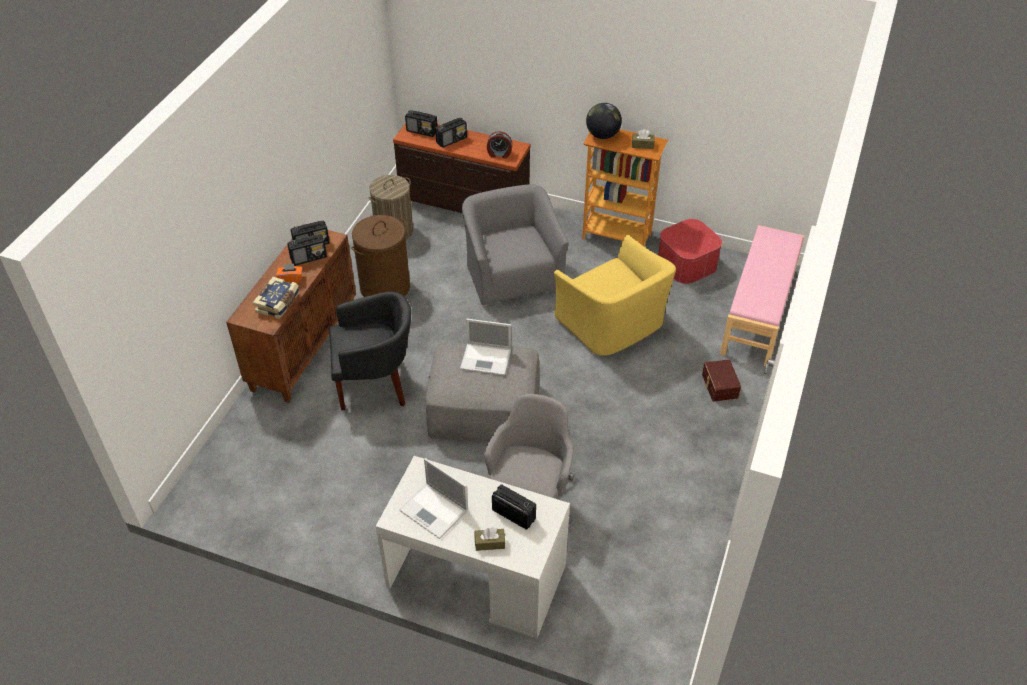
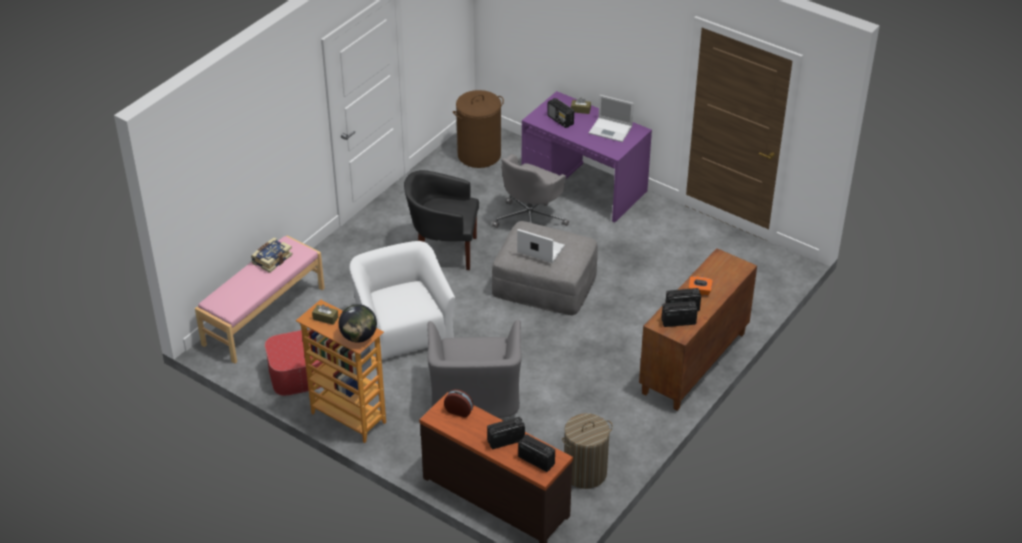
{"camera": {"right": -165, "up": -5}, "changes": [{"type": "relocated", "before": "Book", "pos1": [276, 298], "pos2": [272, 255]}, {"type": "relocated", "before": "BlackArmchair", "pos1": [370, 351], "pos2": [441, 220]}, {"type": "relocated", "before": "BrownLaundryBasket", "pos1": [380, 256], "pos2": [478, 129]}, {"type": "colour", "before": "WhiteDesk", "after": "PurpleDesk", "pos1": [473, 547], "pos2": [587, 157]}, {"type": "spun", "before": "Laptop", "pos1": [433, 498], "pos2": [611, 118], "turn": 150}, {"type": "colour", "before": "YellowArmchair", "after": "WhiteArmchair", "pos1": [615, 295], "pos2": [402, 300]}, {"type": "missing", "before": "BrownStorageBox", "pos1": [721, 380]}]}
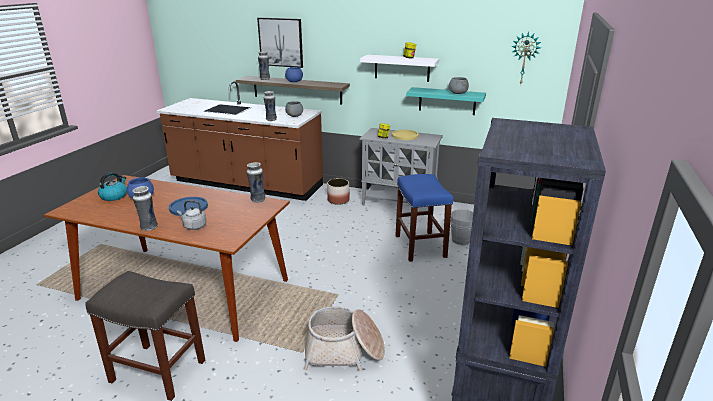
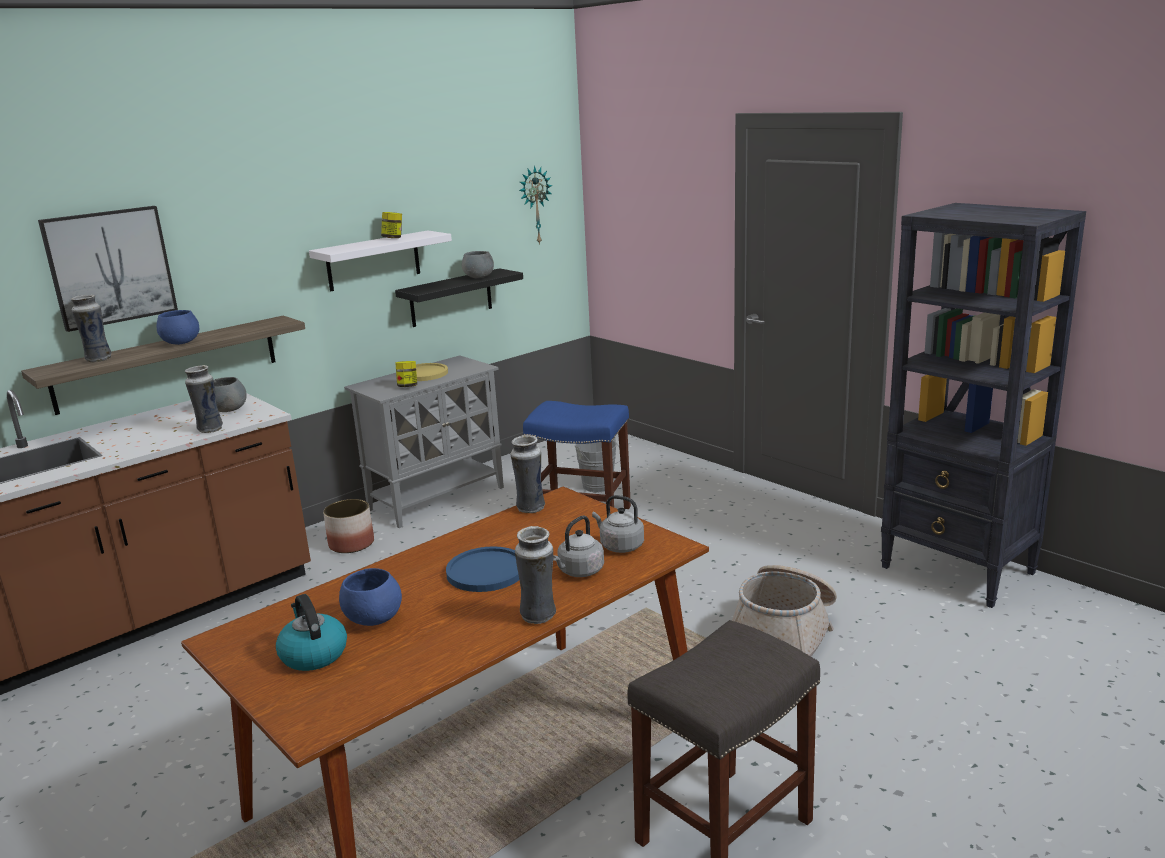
{"camera": {"right": -60, "up": -5}, "changes": [{"type": "colour", "before": "TurquoiseShelf", "after": "BlackShelf", "pos1": [446, 101], "pos2": [459, 297]}, {"type": "appeared", "after": "GreyKettle", "pos2": [618, 524]}]}
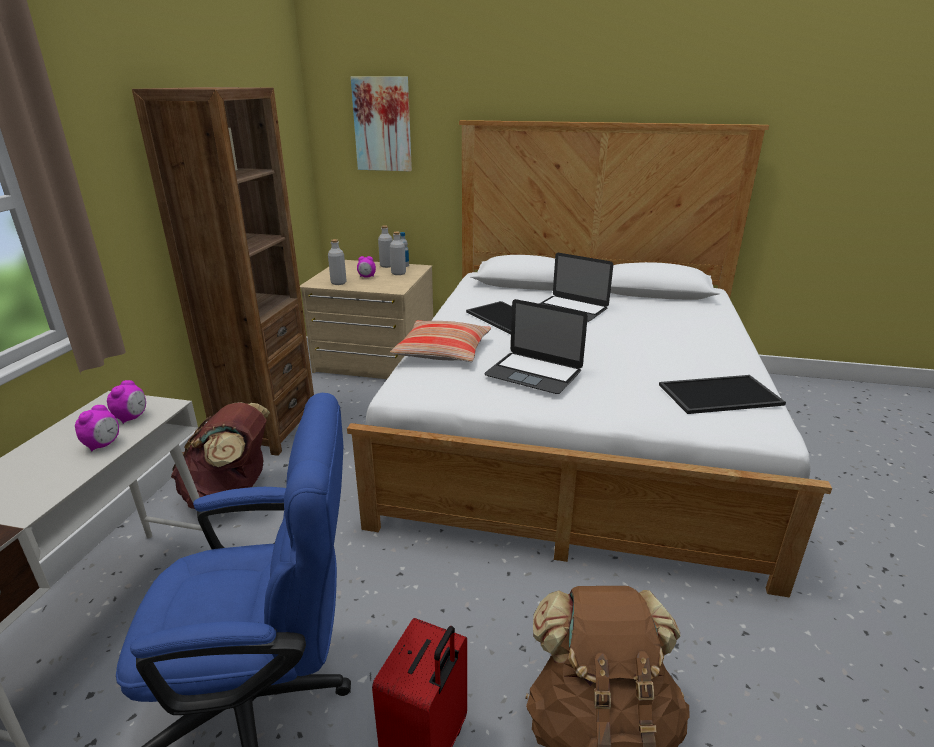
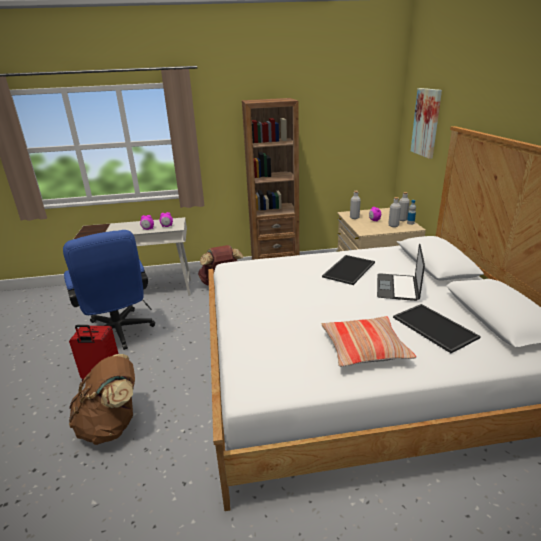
{"camera": {"right": 70, "up": 0}, "changes": [{"type": "relocated", "before": "Pillow", "pos1": [440, 341], "pos2": [369, 341]}, {"type": "missing", "before": "Laptop", "pos1": [536, 346]}, {"type": "relocated", "before": "Tray", "pos1": [722, 394], "pos2": [437, 328]}]}
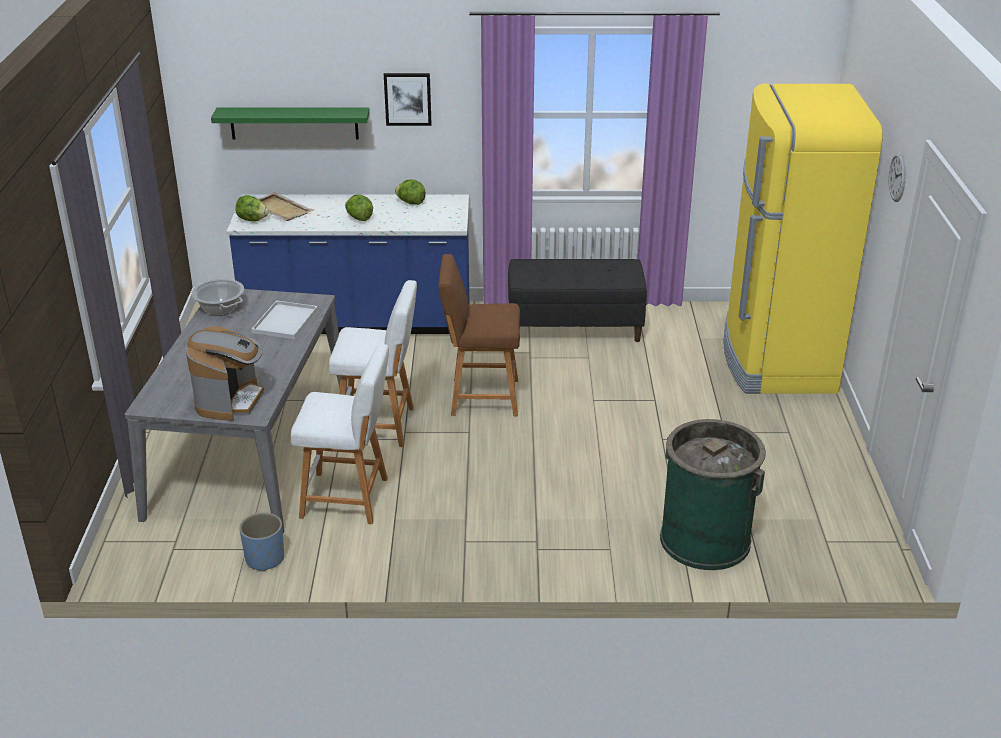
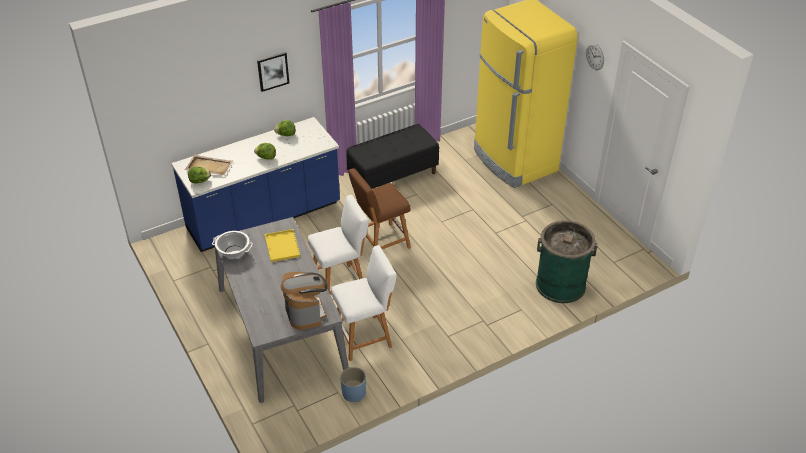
{"camera": {"right": -30, "up": 10}, "changes": [{"type": "missing", "before": "GreenShelf", "pos1": [290, 124]}, {"type": "colour", "before": "WhiteTray", "after": "YellowTray", "pos1": [284, 319], "pos2": [282, 245]}]}
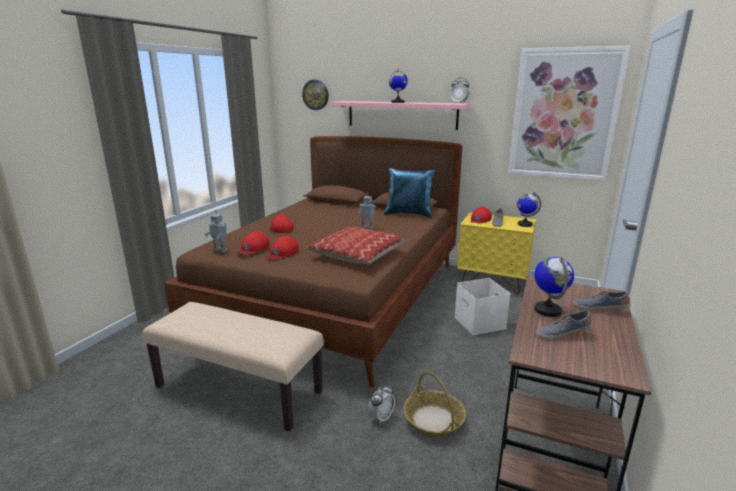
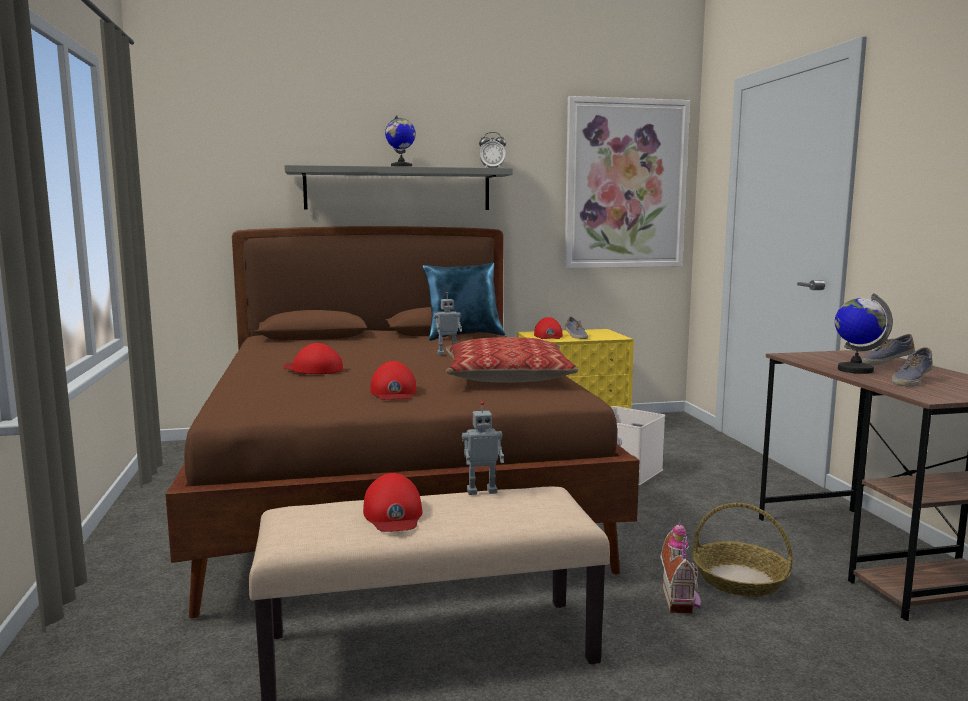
{"camera": {"right": -35, "up": -10}, "changes": [{"type": "relocated", "before": "ToyRobot", "pos1": [216, 231], "pos2": [483, 448]}, {"type": "relocated", "before": "RedCap", "pos1": [254, 243], "pos2": [392, 502]}, {"type": "missing", "before": "WallClock", "pos1": [315, 95]}, {"type": "colour", "before": "PinkShelf", "after": "GreyShelf", "pos1": [399, 115], "pos2": [398, 187]}, {"type": "exchanged", "before": "AlarmClock", "after": "ToyHouse", "pos1": [381, 404], "pos2": [680, 567]}, {"type": "missing", "before": "Globe", "pos1": [529, 209]}]}
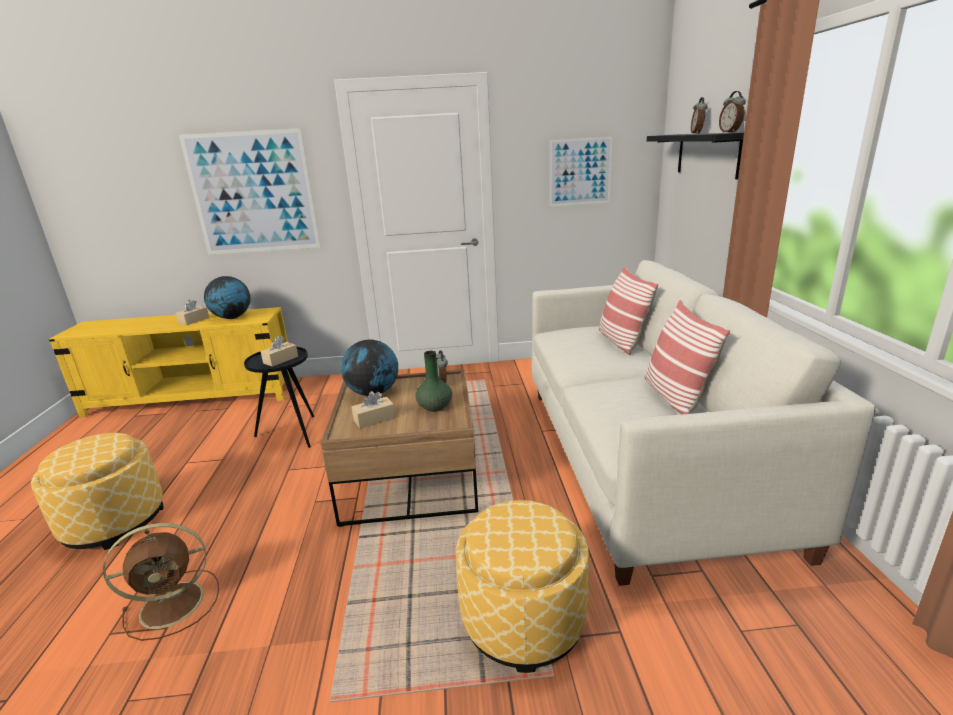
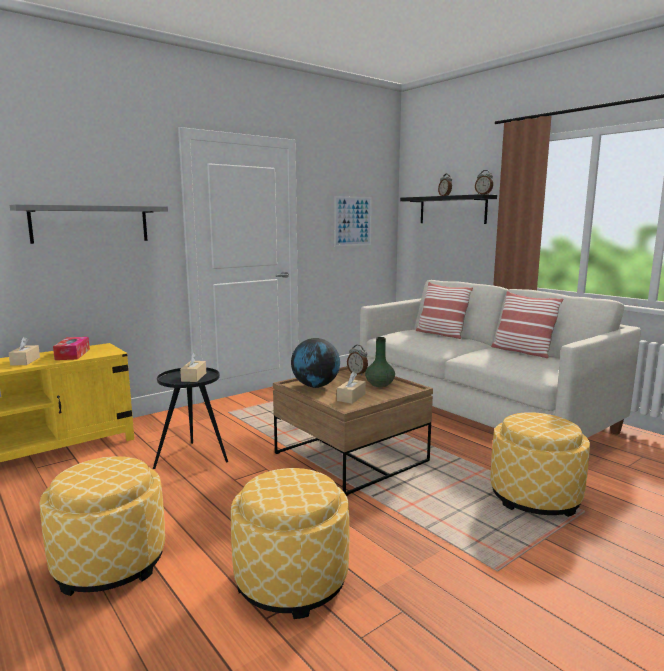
{"camera": {"right": -35, "up": -10}, "changes": [{"type": "exchanged", "before": "BrownFan", "after": "Ottoman", "pos1": [161, 582], "pos2": [290, 543]}, {"type": "exchanged", "before": "Picture", "after": "GreyShelf", "pos1": [250, 191], "pos2": [89, 224]}, {"type": "exchanged", "before": "Globe", "after": "TissueBox", "pos1": [227, 297], "pos2": [71, 348]}]}
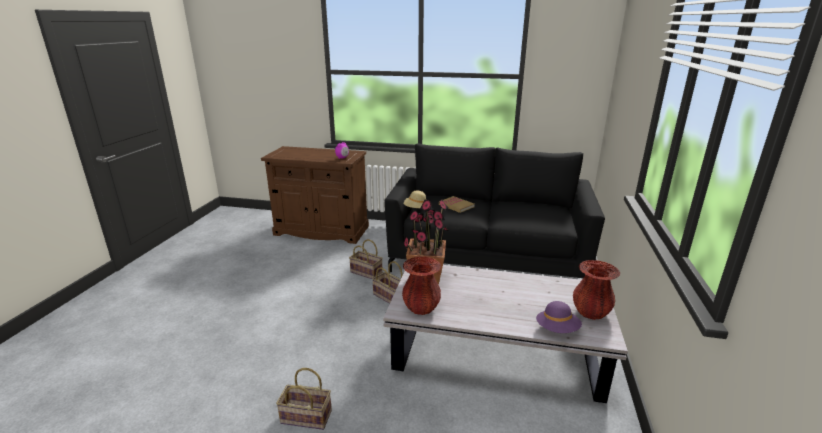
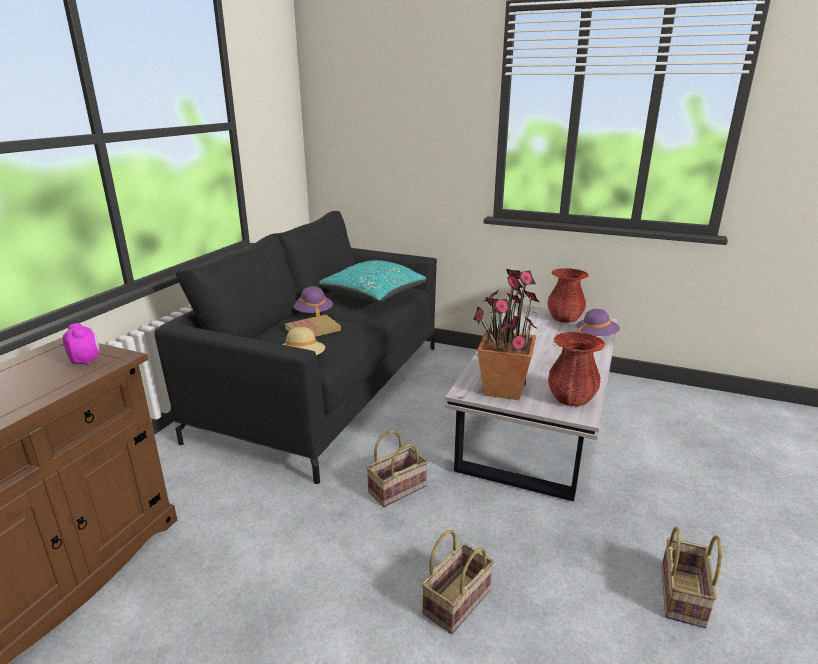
{"camera": {"right": -80, "up": 0}, "changes": [{"type": "relocated", "before": "Basket", "pos1": [366, 259], "pos2": [458, 582]}, {"type": "appeared", "after": "PurpleHat", "pos2": [313, 301]}, {"type": "appeared", "after": "TurquoisePillow", "pos2": [372, 281]}]}
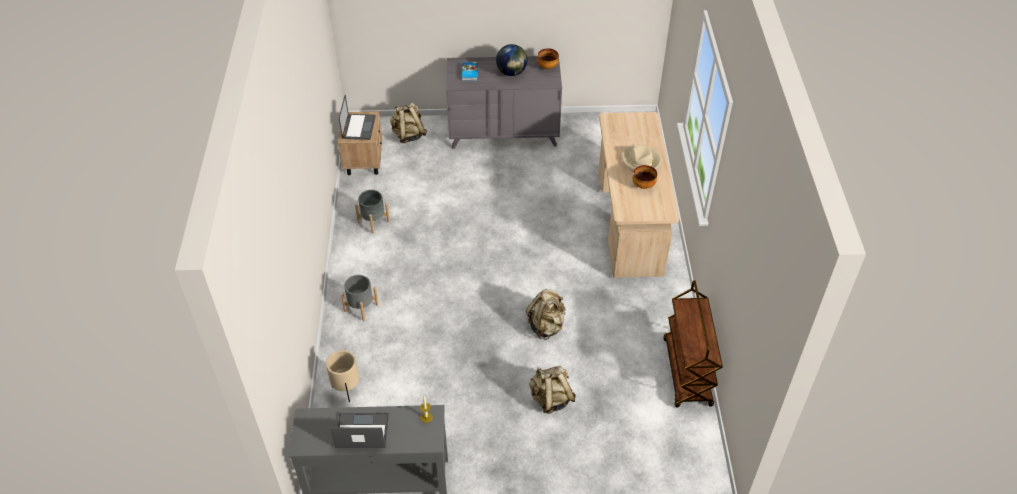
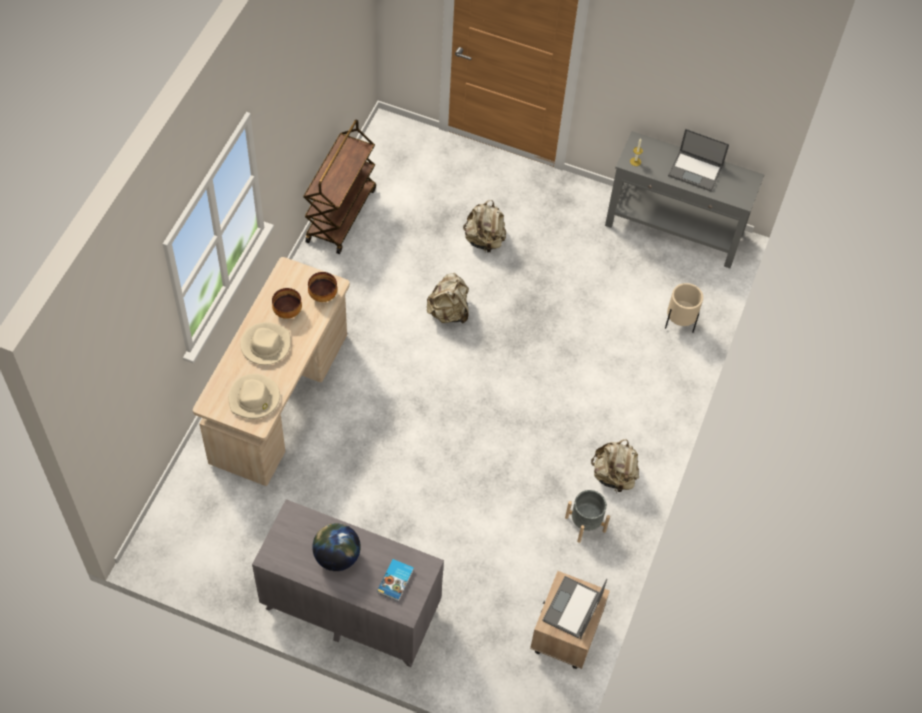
{"camera": {"right": -160, "up": 10}, "changes": [{"type": "missing", "before": "GreyPlanter", "pos1": [360, 298]}, {"type": "relocated", "before": "BeigeBackpack", "pos1": [408, 122], "pos2": [615, 466]}, {"type": "relocated", "before": "Bowl", "pos1": [548, 58], "pos2": [323, 287]}, {"type": "appeared", "after": "BeigeHat", "pos2": [254, 396]}]}
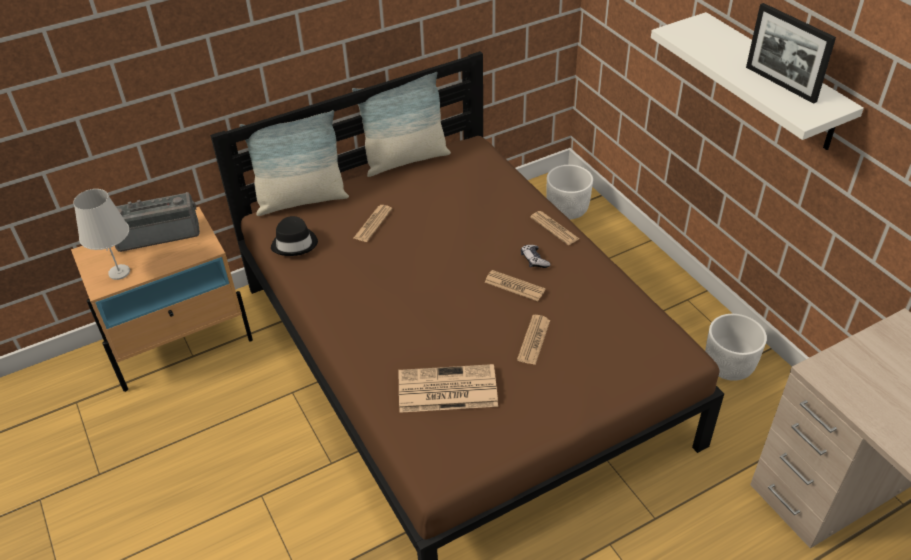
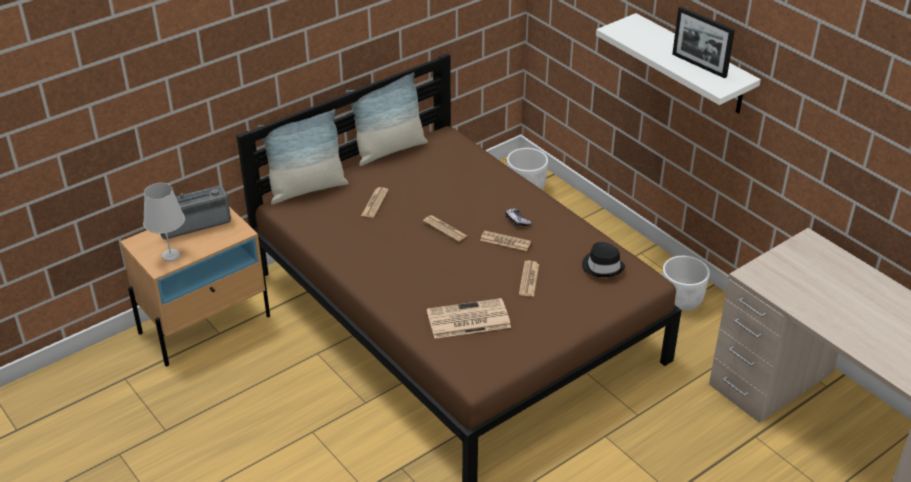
{"camera": {"right": -10, "up": -5}, "changes": [{"type": "relocated", "before": "BlackHat", "pos1": [294, 236], "pos2": [603, 259]}, {"type": "relocated", "before": "Newspaper", "pos1": [554, 228], "pos2": [445, 228]}]}
